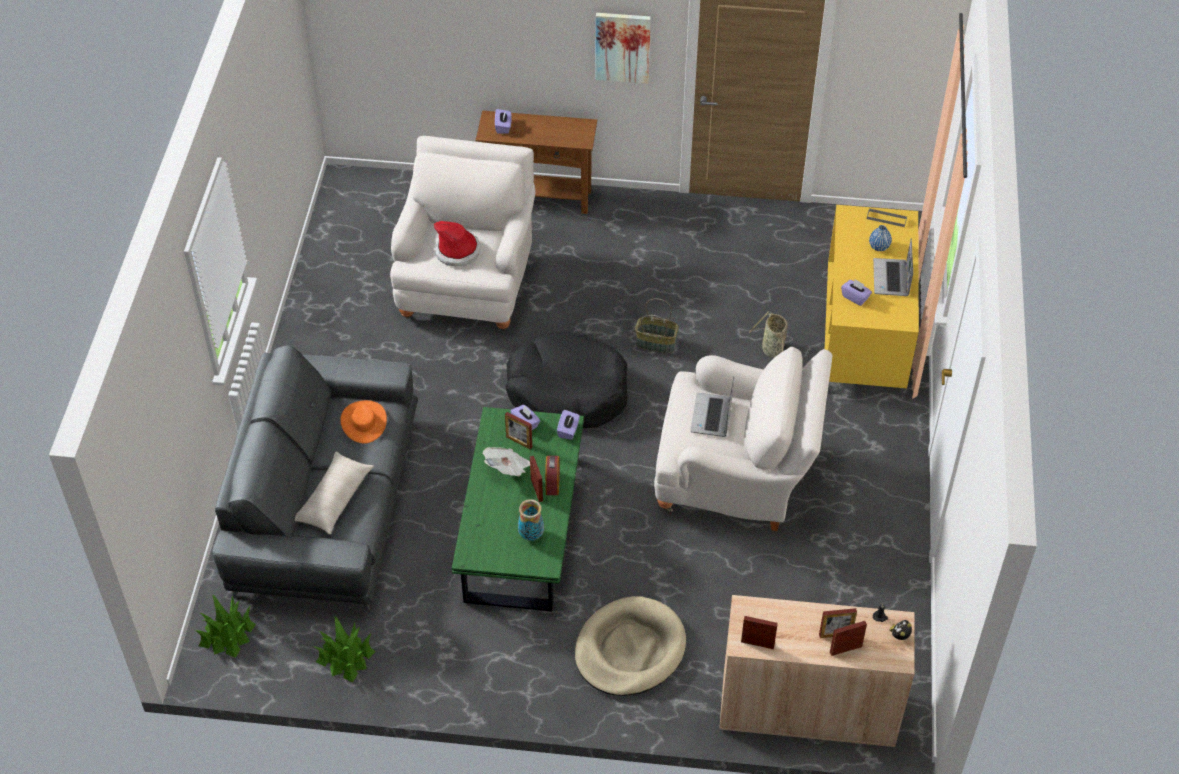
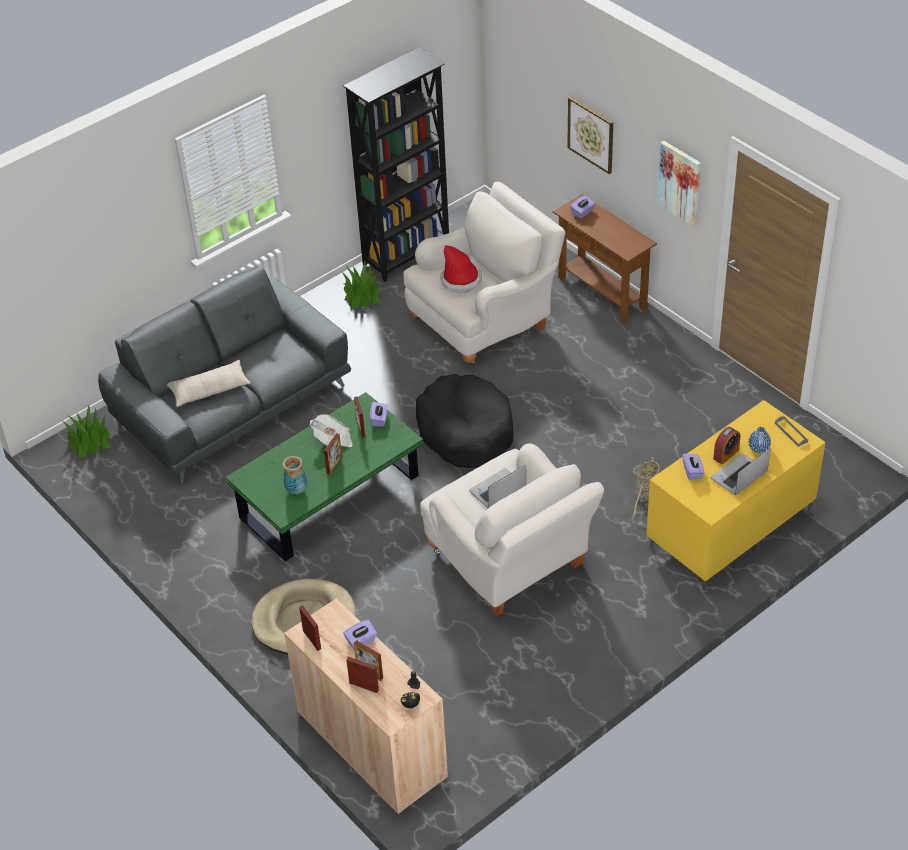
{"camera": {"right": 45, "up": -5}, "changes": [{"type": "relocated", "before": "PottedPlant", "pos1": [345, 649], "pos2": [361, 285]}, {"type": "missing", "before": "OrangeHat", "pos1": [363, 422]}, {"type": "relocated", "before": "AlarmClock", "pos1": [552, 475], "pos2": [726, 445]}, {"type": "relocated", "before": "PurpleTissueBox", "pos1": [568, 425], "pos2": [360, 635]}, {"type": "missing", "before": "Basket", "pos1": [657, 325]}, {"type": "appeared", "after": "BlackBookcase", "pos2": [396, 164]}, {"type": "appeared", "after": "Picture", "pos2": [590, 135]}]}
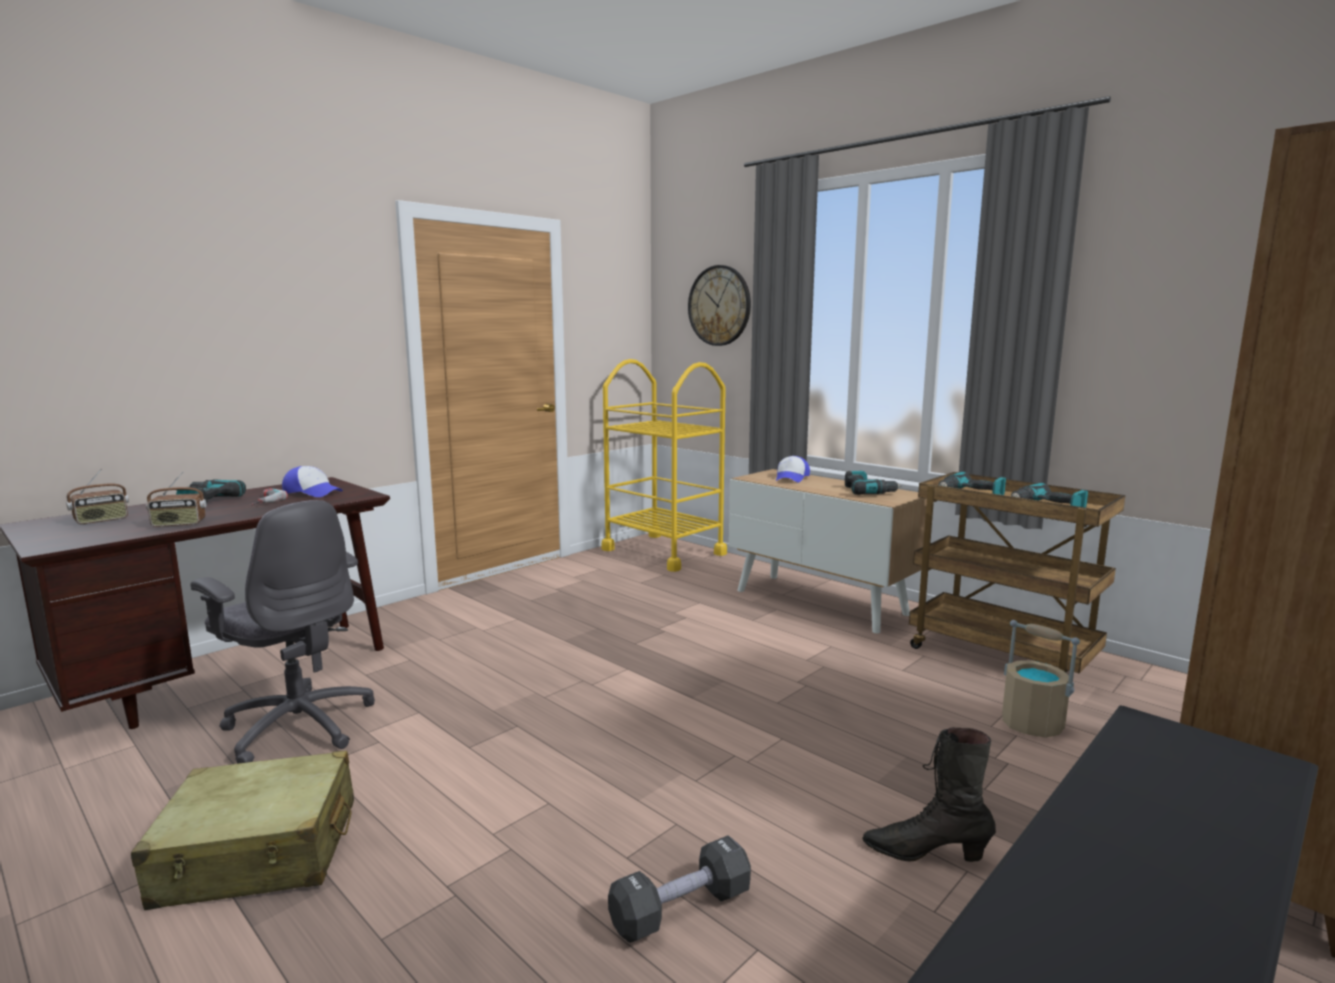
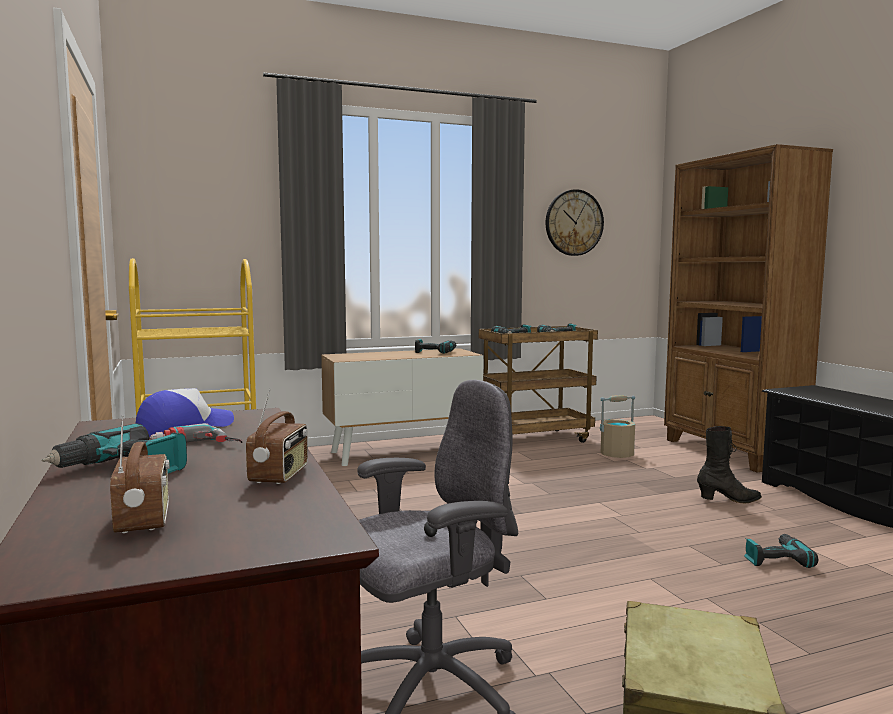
{"camera": {"right": -65, "up": -5}, "changes": [{"type": "exchanged", "before": "BlackDumbbell", "after": "PowerDrill", "pos1": [679, 889], "pos2": [781, 551]}, {"type": "relocated", "before": "WallClock", "pos1": [719, 305], "pos2": [575, 222]}, {"type": "missing", "before": "Cap", "pos1": [793, 469]}, {"type": "spun", "before": "BlackBoot", "pos1": [929, 794], "pos2": [729, 464], "turn": -135}]}
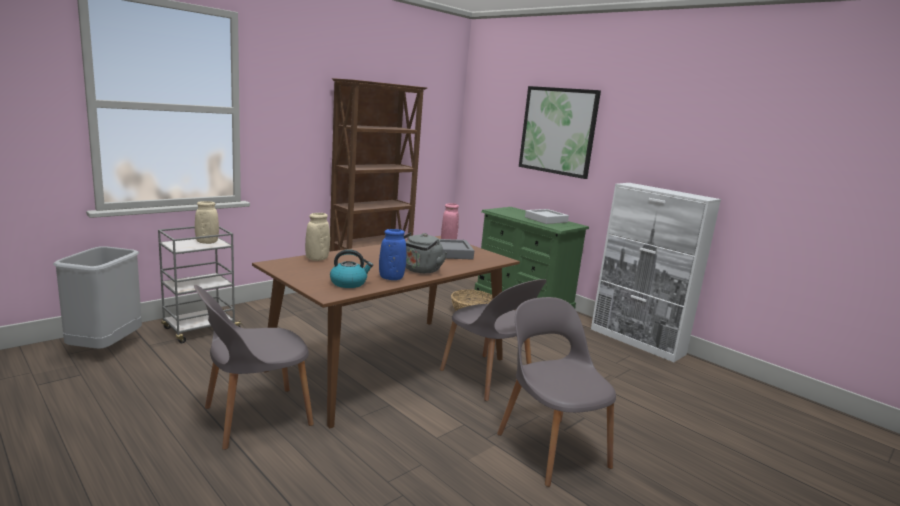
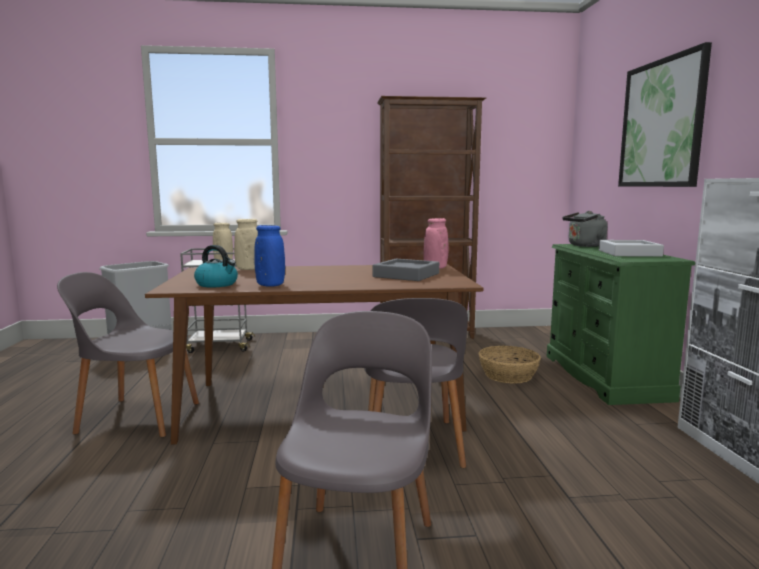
{"camera": {"right": 40, "up": -5}, "changes": [{"type": "relocated", "before": "GreyKettle", "pos1": [425, 252], "pos2": [584, 229]}]}
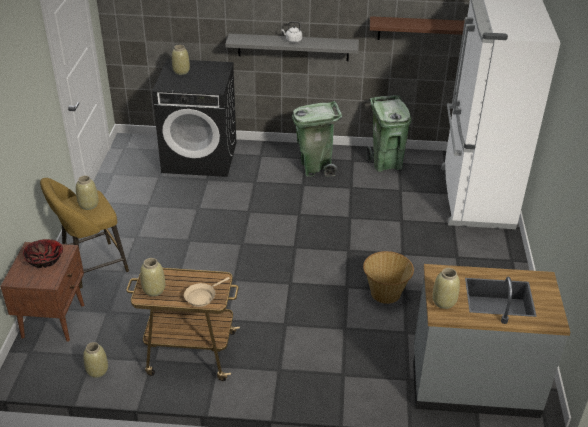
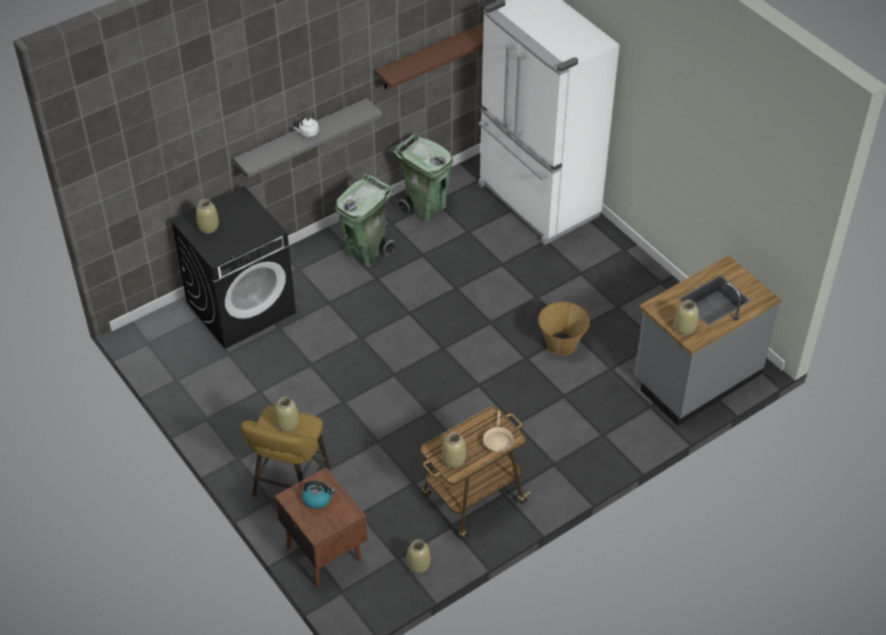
{"camera": {"right": -40, "up": 10}, "changes": [{"type": "exchanged", "before": "Bowl", "after": "Kettle", "pos1": [43, 253], "pos2": [318, 495]}]}
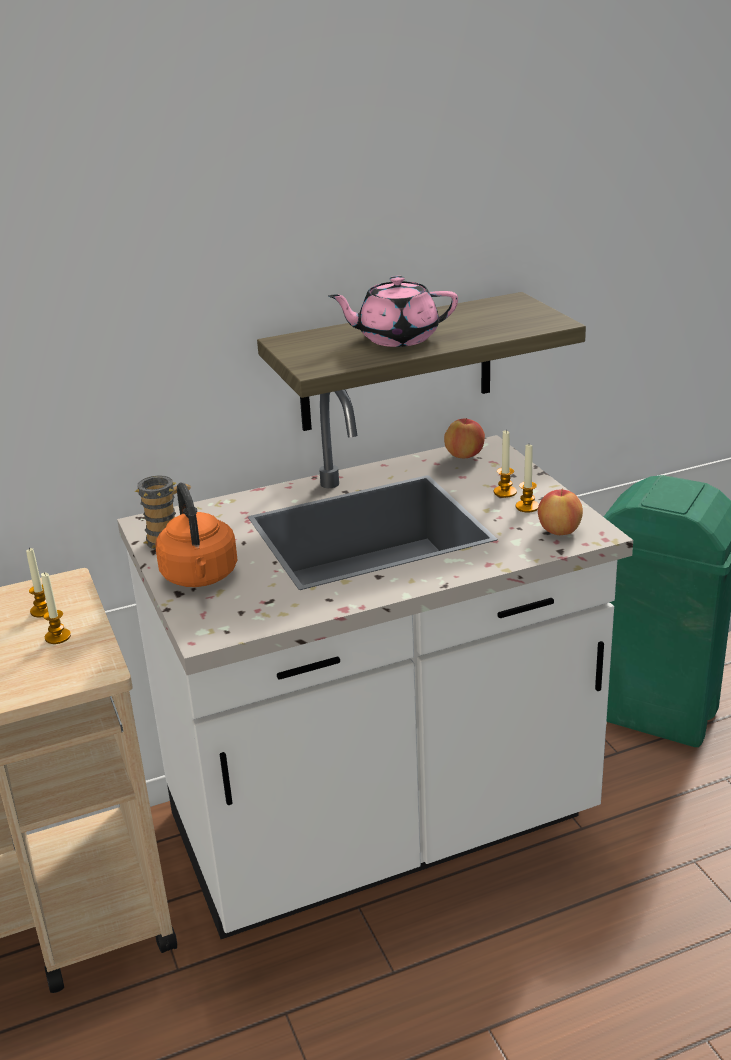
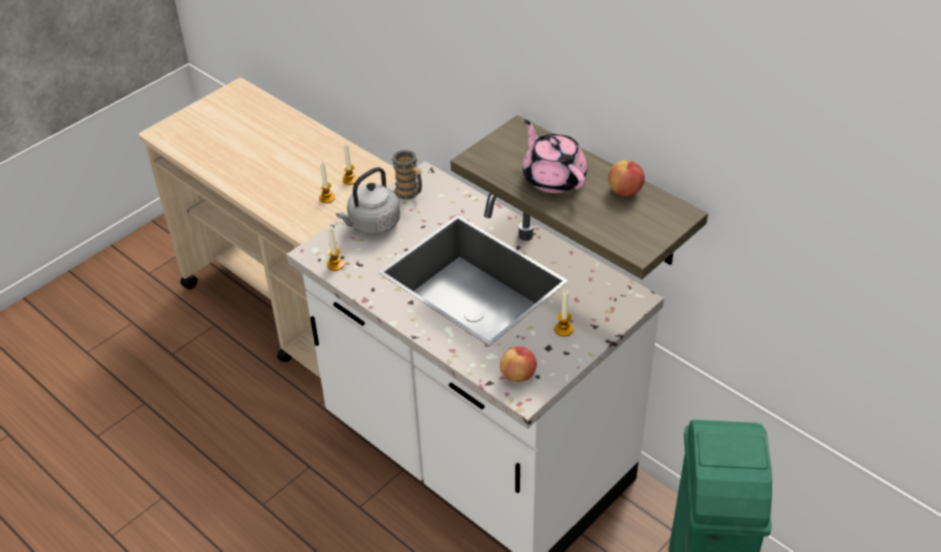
{"camera": {"right": 65, "up": 15}, "changes": [{"type": "colour", "before": "OrangeKettle", "after": "GreyKettle", "pos1": [197, 534], "pos2": [368, 201]}, {"type": "relocated", "before": "Apple", "pos1": [464, 438], "pos2": [626, 178]}, {"type": "relocated", "before": "Candle", "pos1": [527, 479], "pos2": [335, 248]}]}
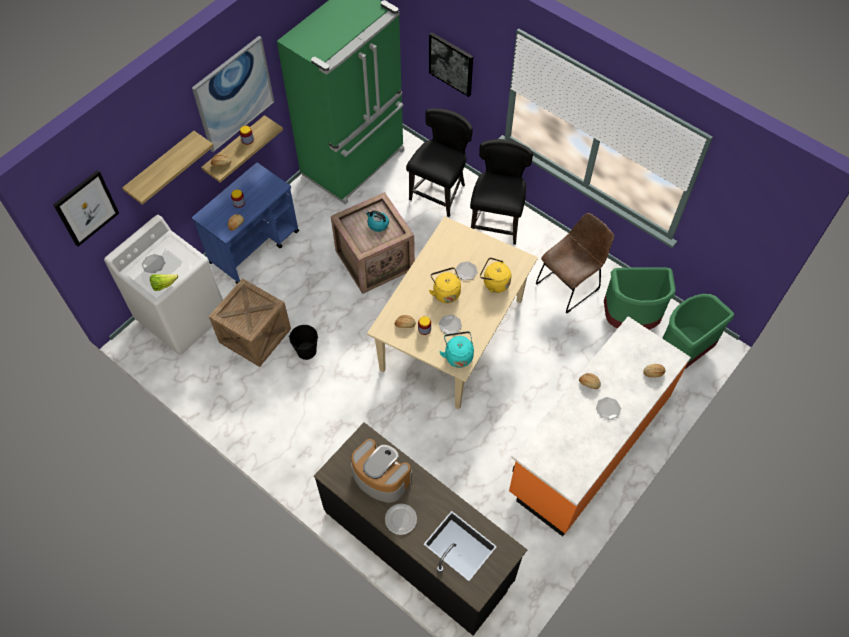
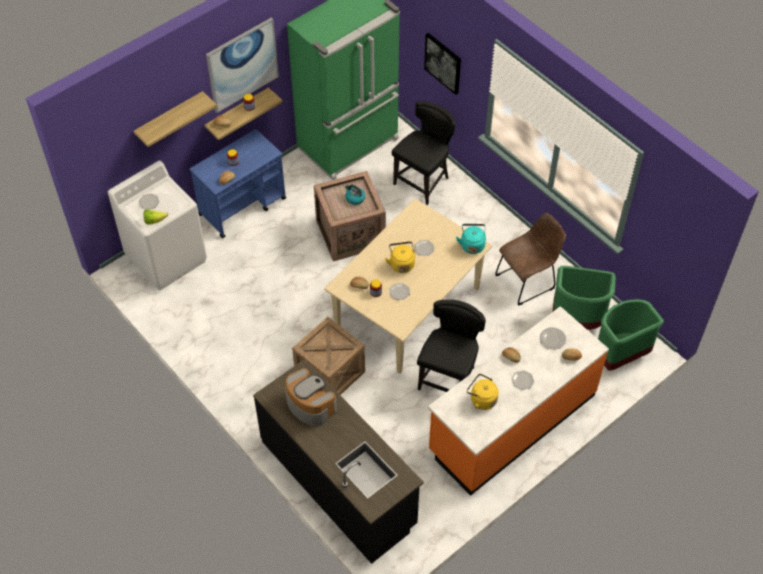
{"camera": {"right": 10, "up": -5}, "changes": [{"type": "missing", "before": "Picture", "pos1": [86, 208]}, {"type": "relocated", "before": "Crate", "pos1": [250, 322], "pos2": [328, 356]}, {"type": "missing", "before": "BlackBucket", "pos1": [303, 342]}, {"type": "relocated", "before": "Plate", "pos1": [401, 519], "pos2": [553, 338]}, {"type": "relocated", "before": "TurquoiseKettle", "pos1": [457, 349], "pos2": [471, 239]}, {"type": "relocated", "before": "BlackChair", "pos1": [501, 192], "pos2": [451, 346]}, {"type": "relocated", "before": "YellowKettle", "pos1": [495, 275], "pos2": [483, 392]}]}
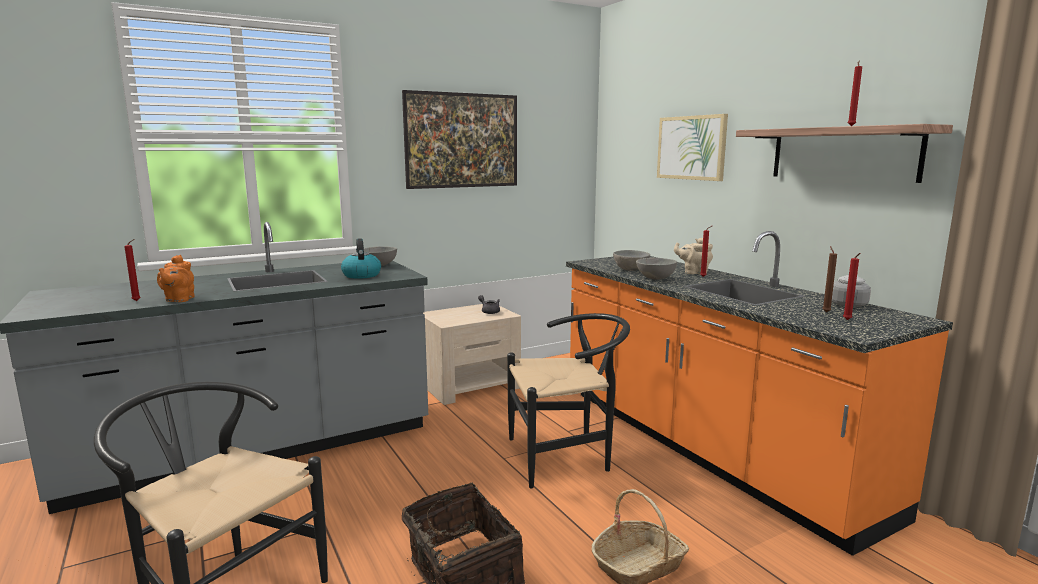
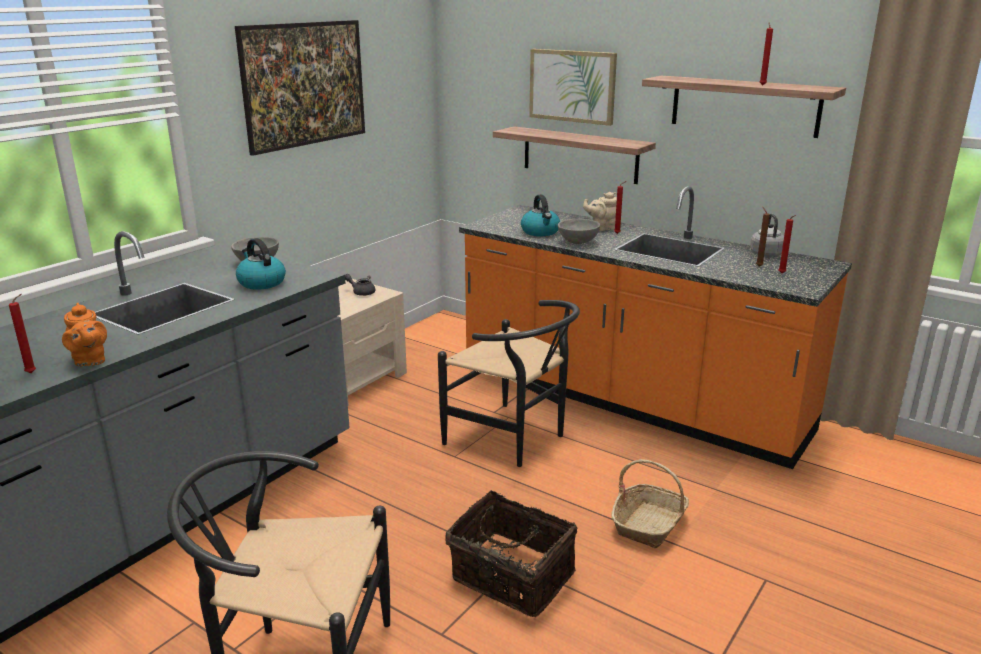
{"camera": {"right": -25, "up": 10}, "changes": [{"type": "spun", "before": "BlackChair", "pos1": [568, 401], "pos2": [509, 383], "turn": 75}, {"type": "exchanged", "before": "GreyBowl", "after": "Kettle", "pos1": [631, 260], "pos2": [540, 215]}, {"type": "appeared", "after": "Shelf", "pos2": [574, 155]}]}
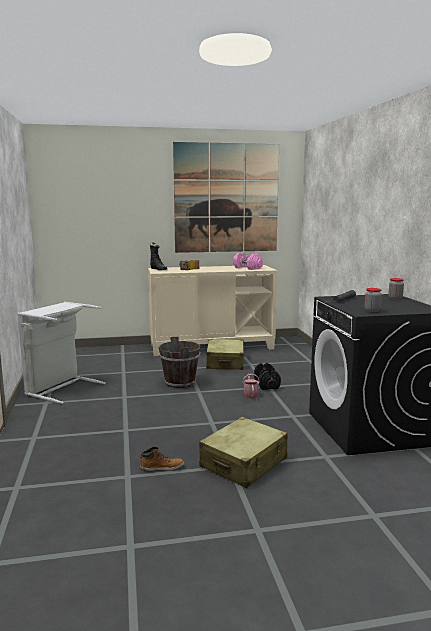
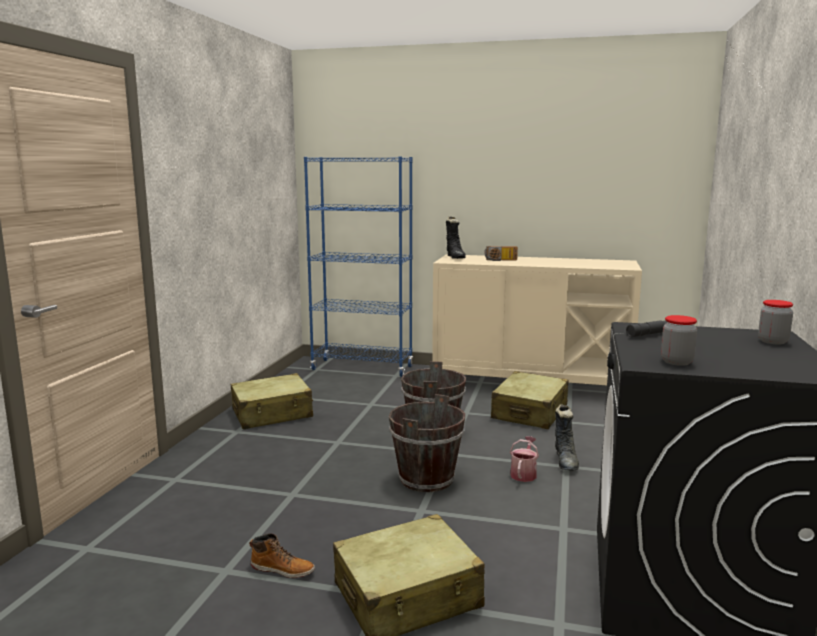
{"camera": {"right": 25, "up": 0}, "changes": [{"type": "exchanged", "before": "GreyLaundryBasket", "after": "BeigeSuitcase", "pos1": [61, 353], "pos2": [272, 401]}, {"type": "missing", "before": "Picture", "pos1": [226, 197]}, {"type": "missing", "before": "PinkDumbbell", "pos1": [248, 261]}, {"type": "exchanged", "before": "BlackDumbbell", "after": "BlackBoot", "pos1": [267, 376], "pos2": [567, 437]}, {"type": "appeared", "after": "BlueBookcase", "pos2": [358, 267]}, {"type": "appeared", "after": "BrownBucket", "pos2": [427, 443]}]}
